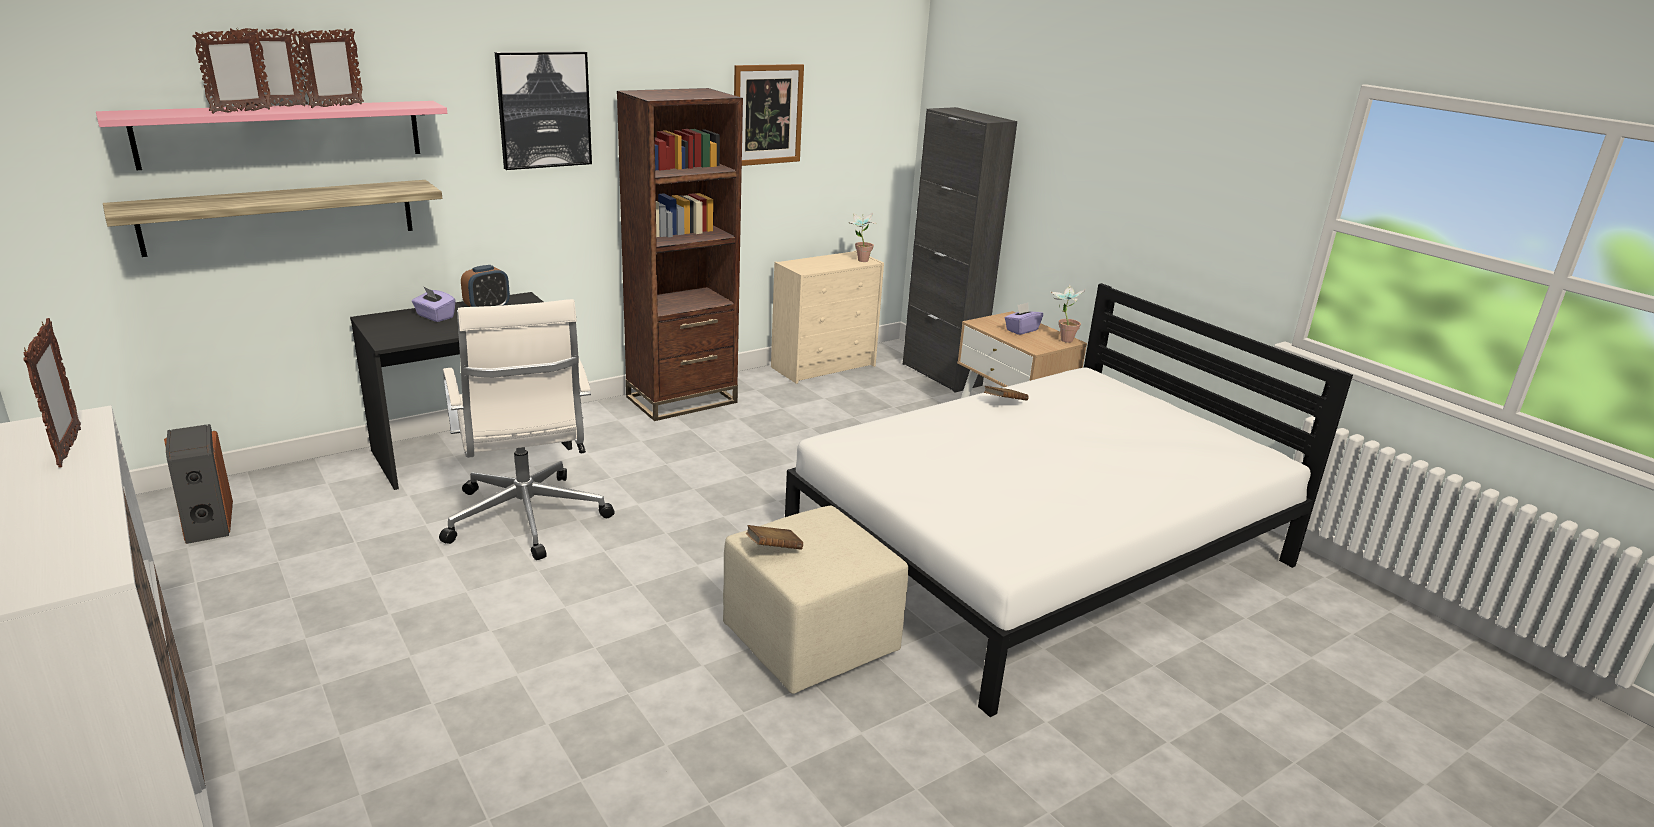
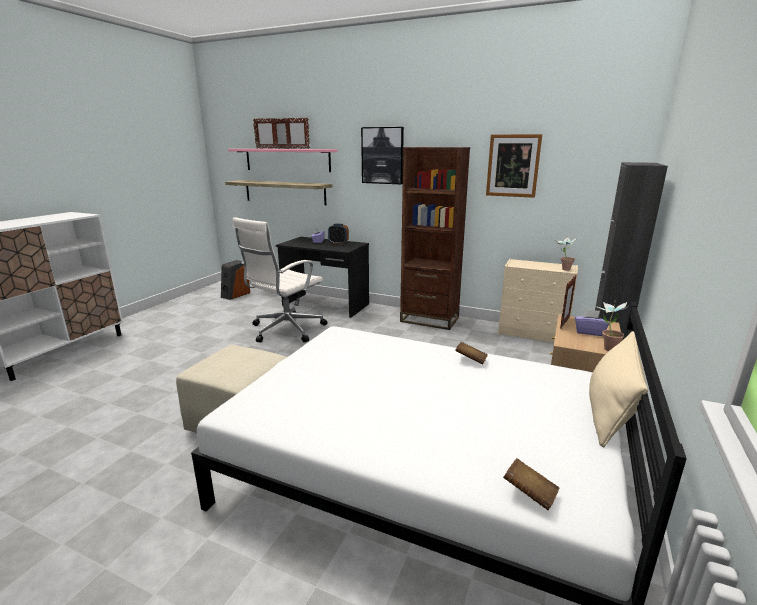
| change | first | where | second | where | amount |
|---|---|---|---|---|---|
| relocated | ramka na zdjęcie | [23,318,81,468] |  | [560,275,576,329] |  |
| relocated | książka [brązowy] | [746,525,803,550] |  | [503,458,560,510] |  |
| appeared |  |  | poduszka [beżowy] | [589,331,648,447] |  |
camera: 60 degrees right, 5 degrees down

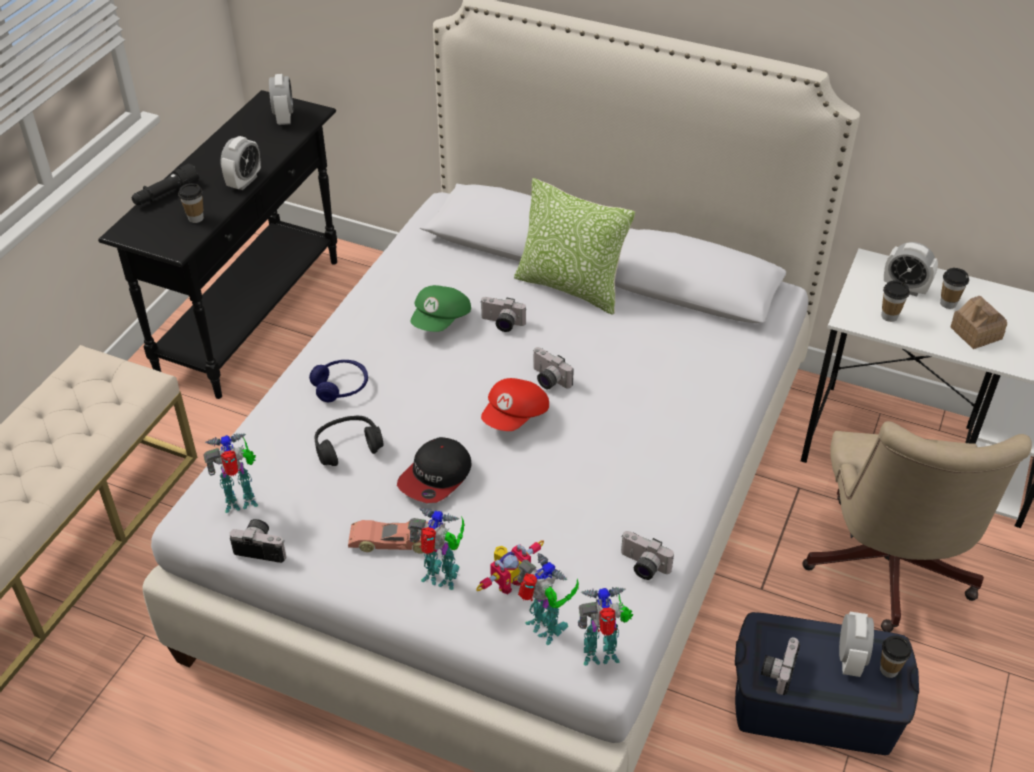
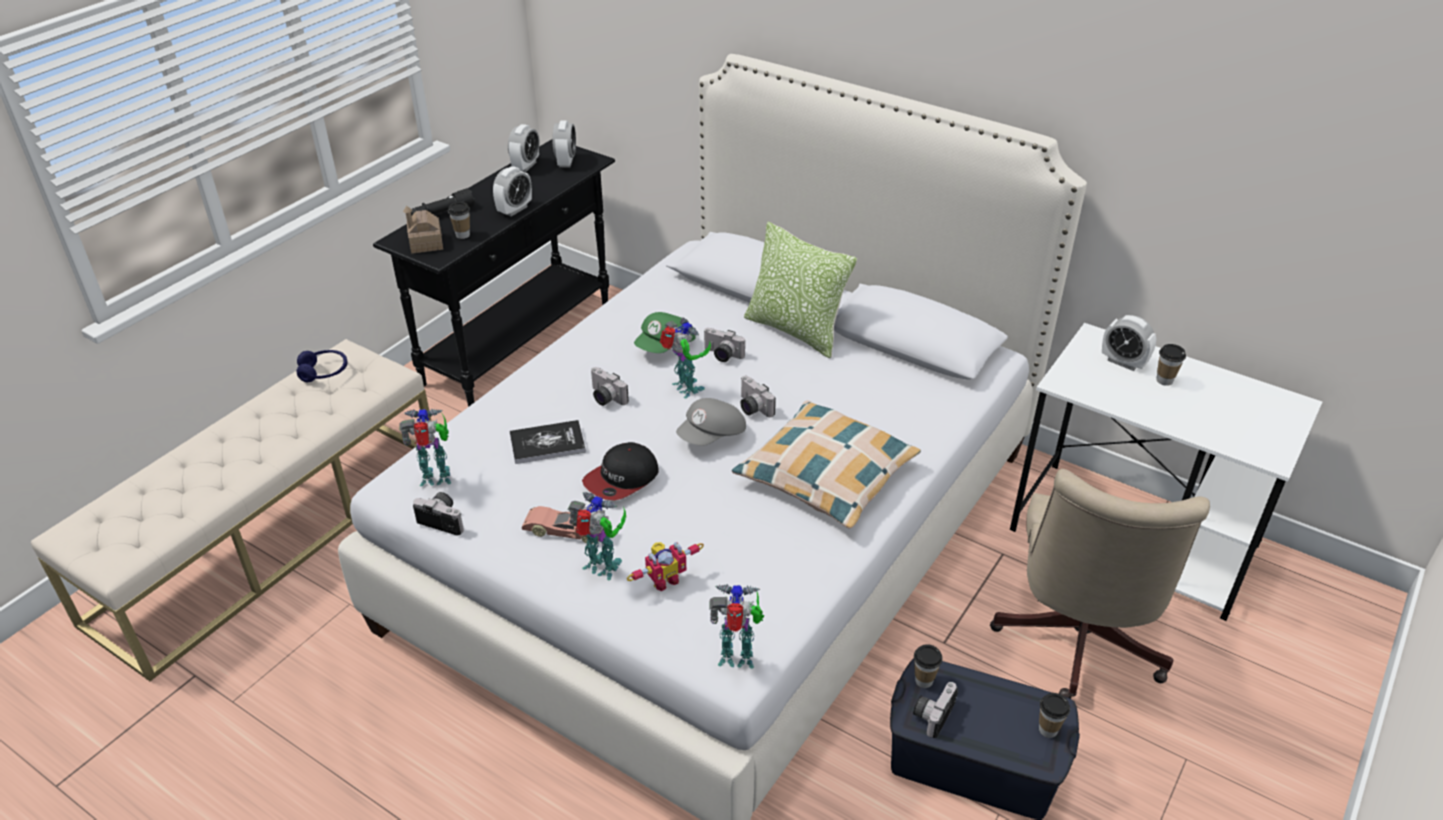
| change | first | where | second | where | amount |
|---|---|---|---|---|---|
| relocated | filiżanka | [881,280,910,322] |  | [914,644,943,688] |  |
| relocated | domek | [950,296,1007,349] |  | [403,206,443,254] |  |
| relocated | słuchawki [niebieski] | [309,360,368,402] |  | [297,350,348,382] |  |
| colour | czapka z daszkiem [czerwony] | [481,378,549,431] | czapka z daszkiem [szary] | [676,398,746,446] |  |
| exchanged | słuchawki [czarny] | [315,416,384,466] | książka | [510,420,586,464] |  |
| relocated | aparat fotograficzny | [621,531,674,580] |  | [590,367,629,406] |  |
| relocated | robot zabawkowy | [517,553,579,645] |  | [660,317,711,398] |  |
| relocated | budzik | [839,612,874,677] |  | [508,124,540,172] |  |
| appeared |  |  | poduszka | [732,400,921,529] |  |
camera: 10 degrees right, 5 degrees down

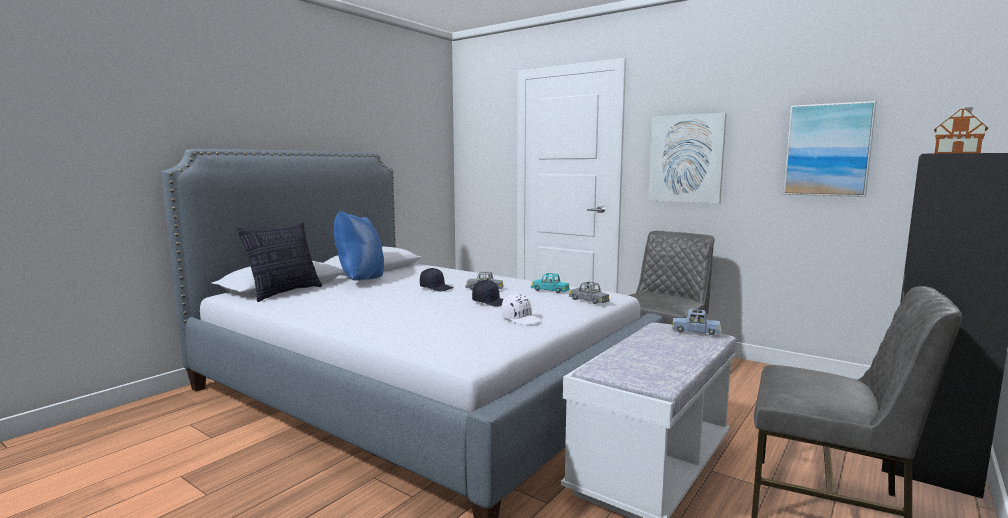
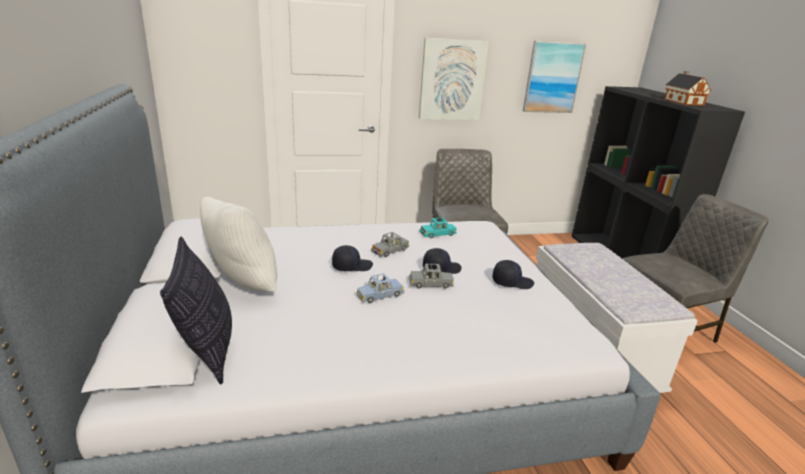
| change | first | where | second | where | amount |
|---|---|---|---|---|---|
| colour | poduszka [niebieski] | [334,211,384,281] | poduszka [biały] | [200,197,277,292] |  |
| relocated | samochodzik [szary] | [569,281,610,304] |  | [409,264,454,289] |  |
| colour | czapka z daszkiem [biały] | [501,294,542,325] | czapka z daszkiem [czarny] | [492,260,534,289] |  |
| relocated | samochodzik [niebieski] | [672,309,721,335] |  | [356,273,405,303] |  |
camera: 50 degrees left, 15 degrees up

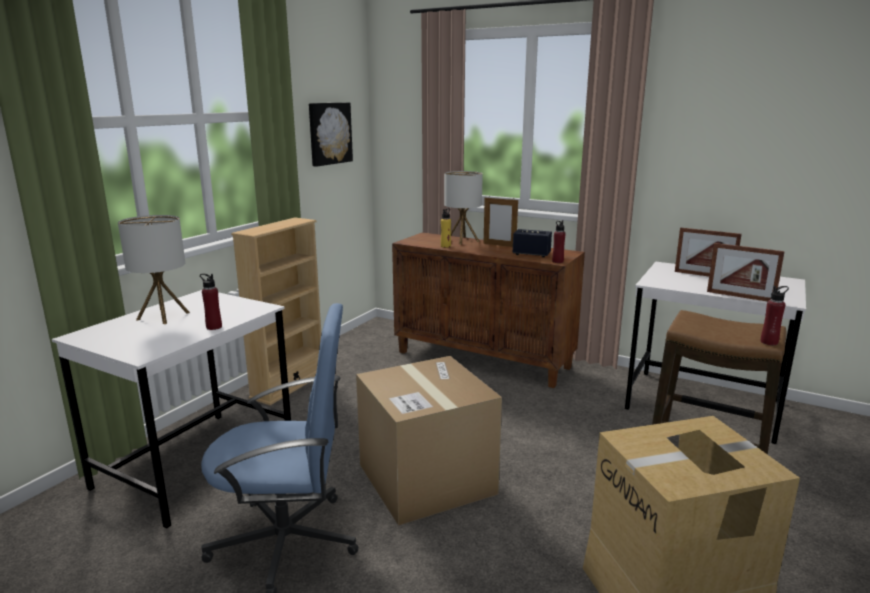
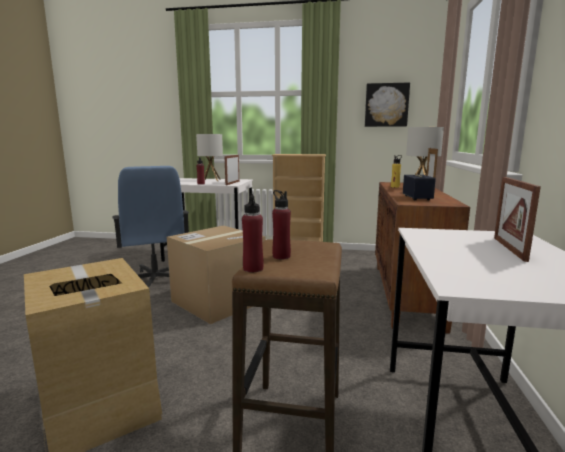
| change | first | where | second | where | amount |
|---|---|---|---|---|---|
| relocated | butelka [czerwony] | [552,220,566,263] |  | [272,190,291,259] |  |
| relocated | ramka na zdjęcie | [707,243,785,302] |  | [224,155,239,185] |  |
camera: 70 degrees right, 5 degrees down

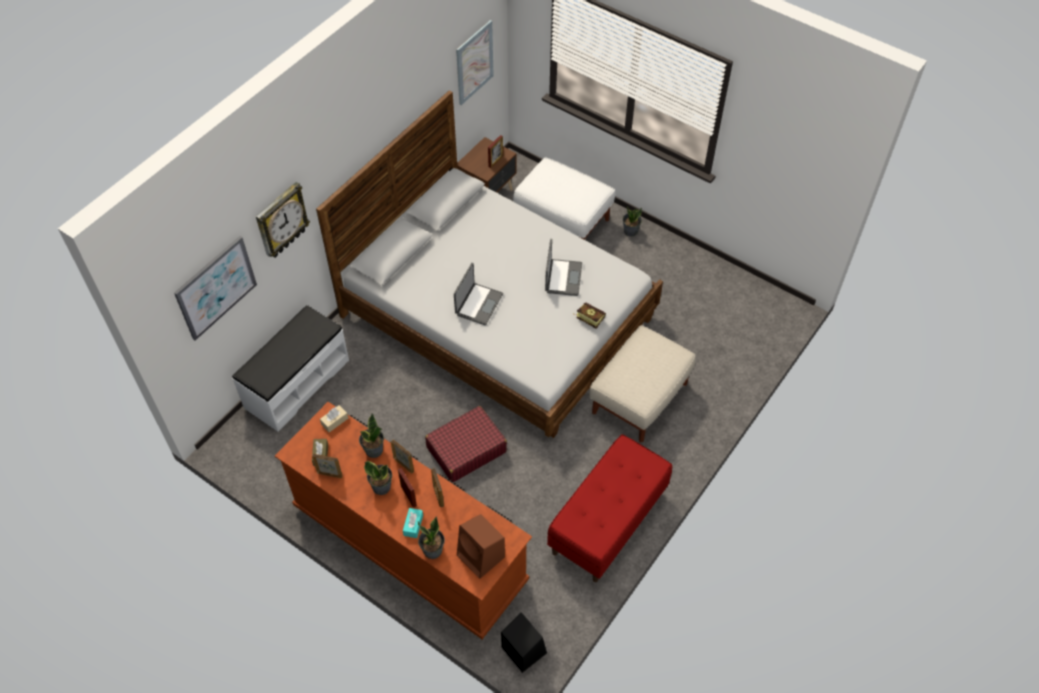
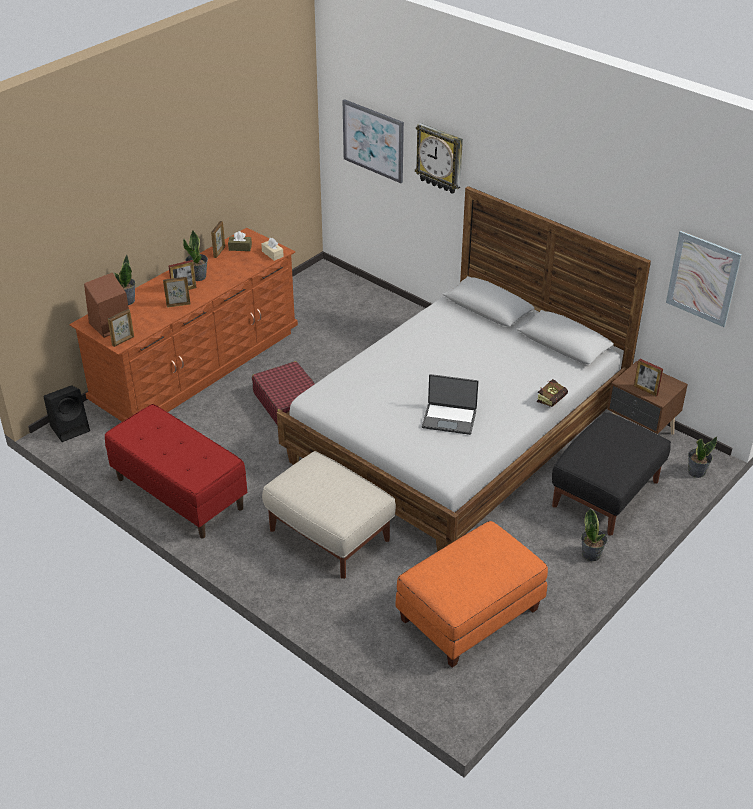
| change | first | where | second | where | amount |
|---|---|---|---|---|---|
| colour | pufa [biały] | [513,157,615,240] | pufa [czarny] | [552,413,671,536] |  |
| missing | laptop | [454,263,503,325] |  |  |  |
| relocated | książka | [573,303,606,329] |  | [537,379,568,407] |  |
| missing | ławka [biały] | [232,305,349,432] |  |  |  |
| relocated | roślina doniczkowa | [359,413,384,458] |  | [688,437,717,478] |  |
| relocated | ramka na zdjęcie | [391,440,414,474] |  | [108,309,134,347] |  |
| missing | pudełko chusteczek [turkusowy] | [403,508,423,538] |  |  |  |
| appeared |  |  | pufa [pomarańczowy] | [396,521,548,668] |  |
camera: 95 degrees right, 15 degrees down

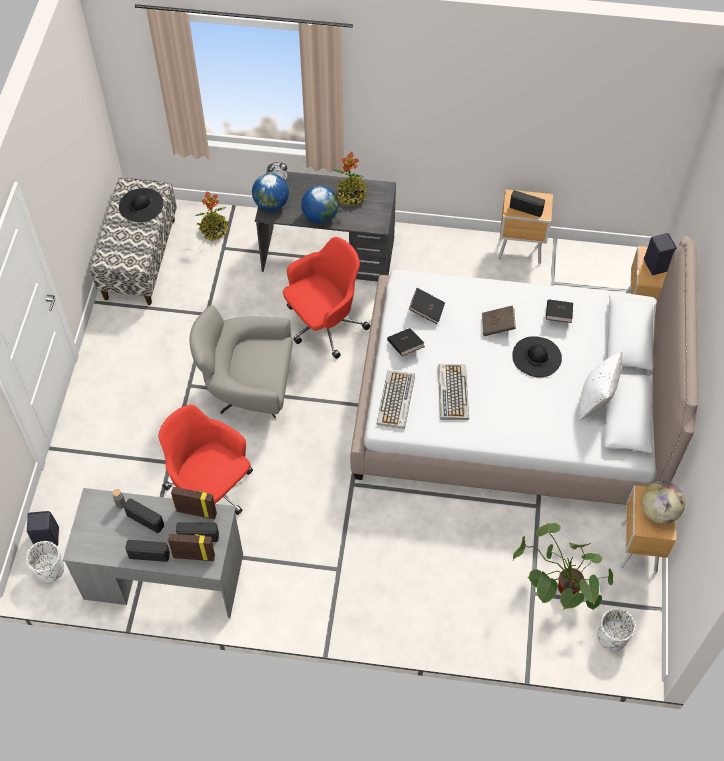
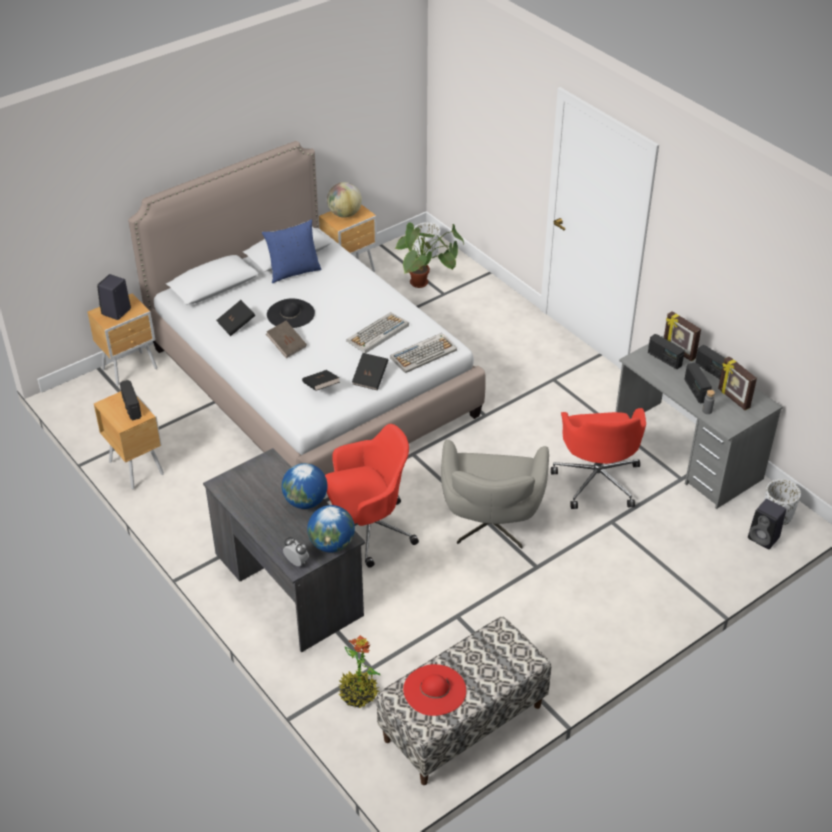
| change | first | where | second | where | amount |
|---|---|---|---|---|---|
| missing | roślina doniczkowa | [333,152,367,206] |  |  |  |
| colour | kapelusz [czarny] | [119,188,163,222] | kapelusz [czerwony] | [403,664,466,716] |  |
| spun | krzesło biurowe [czerwony] | [283,237,370,359] |  | [325,424,419,568] | 150 degrees clockwise |
| spun | fotel [szary] | [189,305,293,419] |  | [441,440,549,549] | 45 degrees clockwise |
| colour | poduszka [biały] | [579,351,622,421] | poduszka [niebieski] | [262,219,322,283] |  |
| relocated | ramka na zdjęcie | [171,487,217,519] |  | [718,356,757,410] |  |
camera: 135 degrees left, 15 degrees down

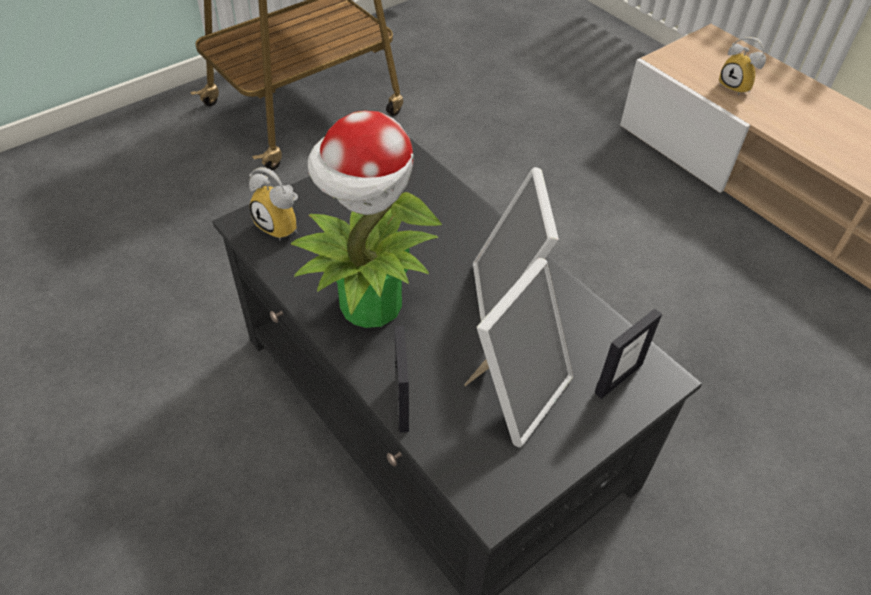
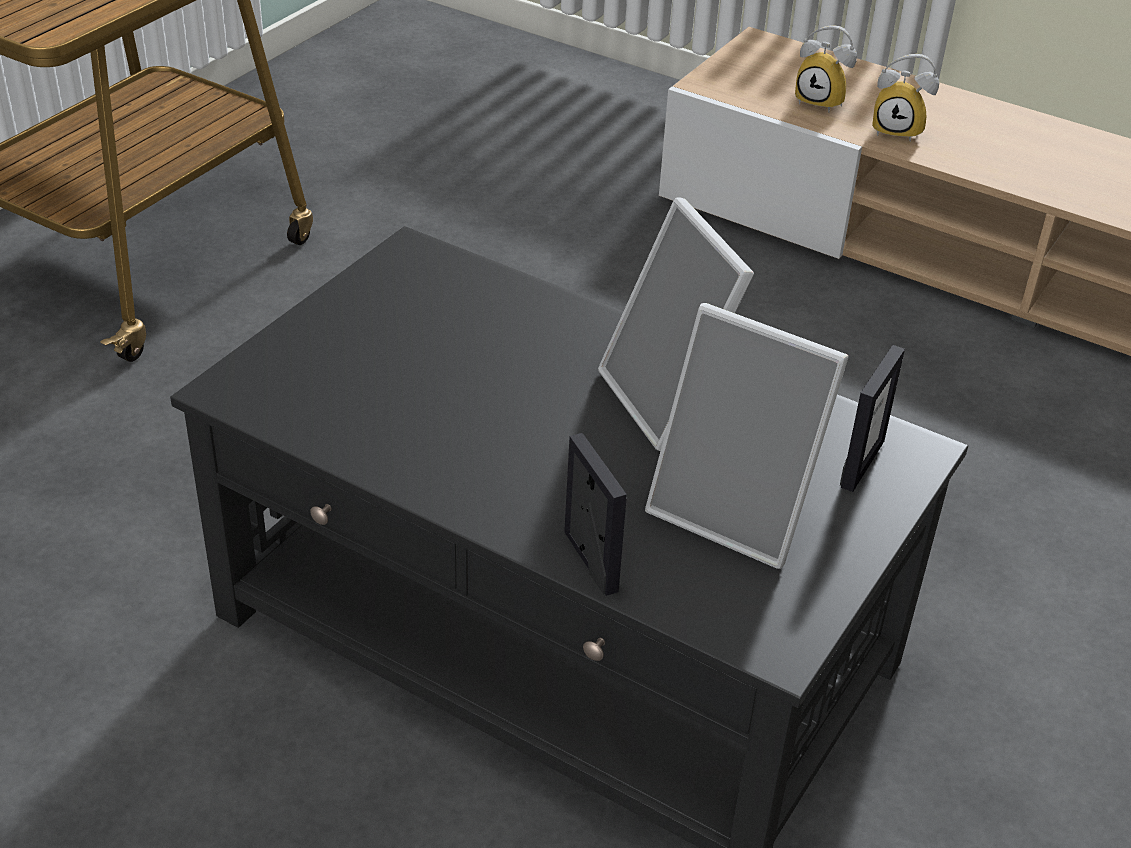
| change | first | where | second | where | amount |
|---|---|---|---|---|---|
| missing | roślina doniczkowa | [291,110,442,328] |  |  |  |
| relocated | budzik | [249,167,298,241] |  | [872,54,939,142] |  |
| spun | ramka na zdjęcie | [464,258,573,447] |  | [645,303,849,569] | 105 degrees clockwise |
camera: 20 degrees left, 10 degrees down

